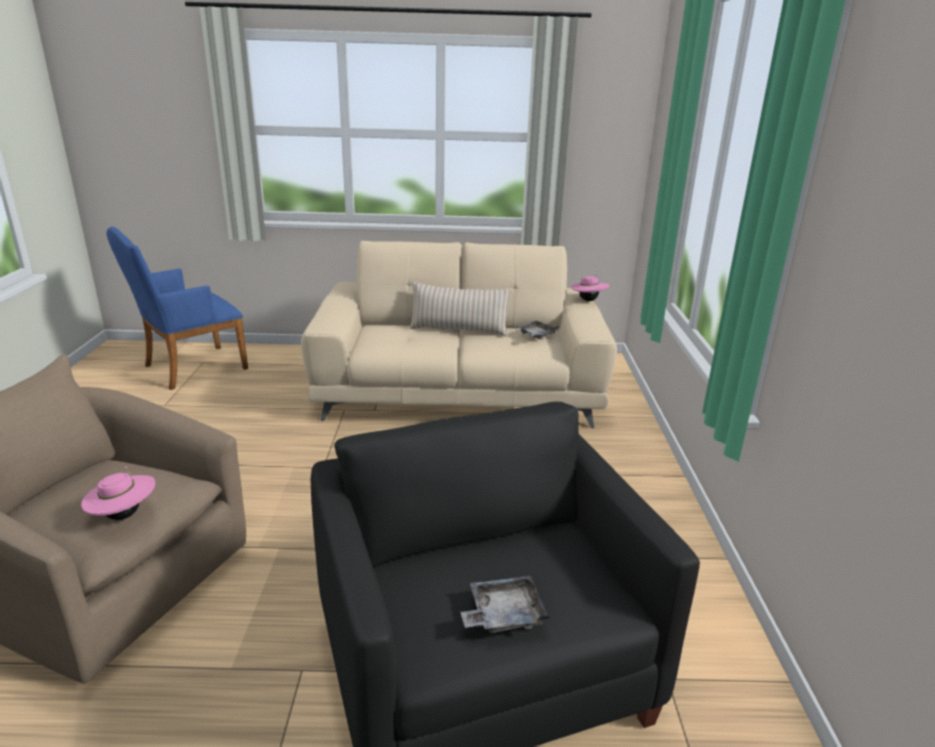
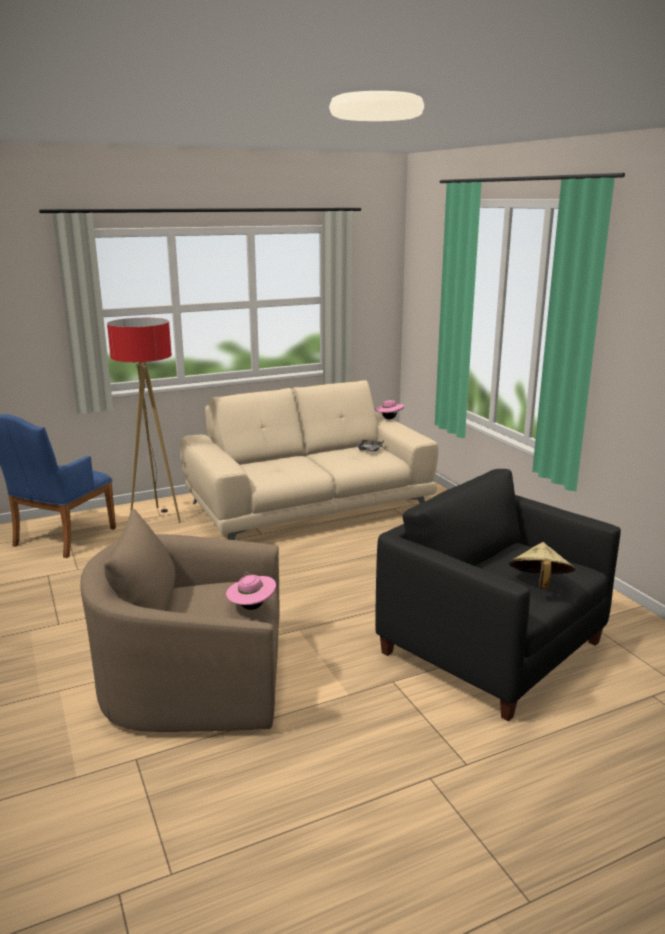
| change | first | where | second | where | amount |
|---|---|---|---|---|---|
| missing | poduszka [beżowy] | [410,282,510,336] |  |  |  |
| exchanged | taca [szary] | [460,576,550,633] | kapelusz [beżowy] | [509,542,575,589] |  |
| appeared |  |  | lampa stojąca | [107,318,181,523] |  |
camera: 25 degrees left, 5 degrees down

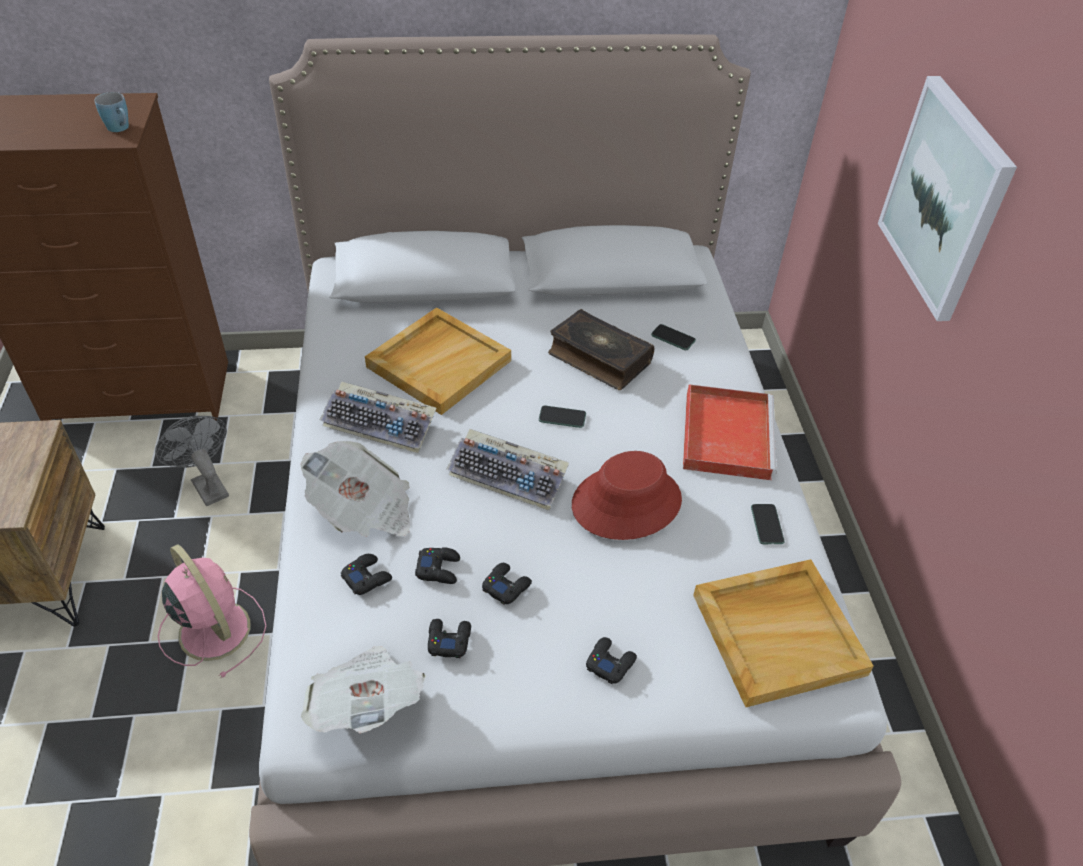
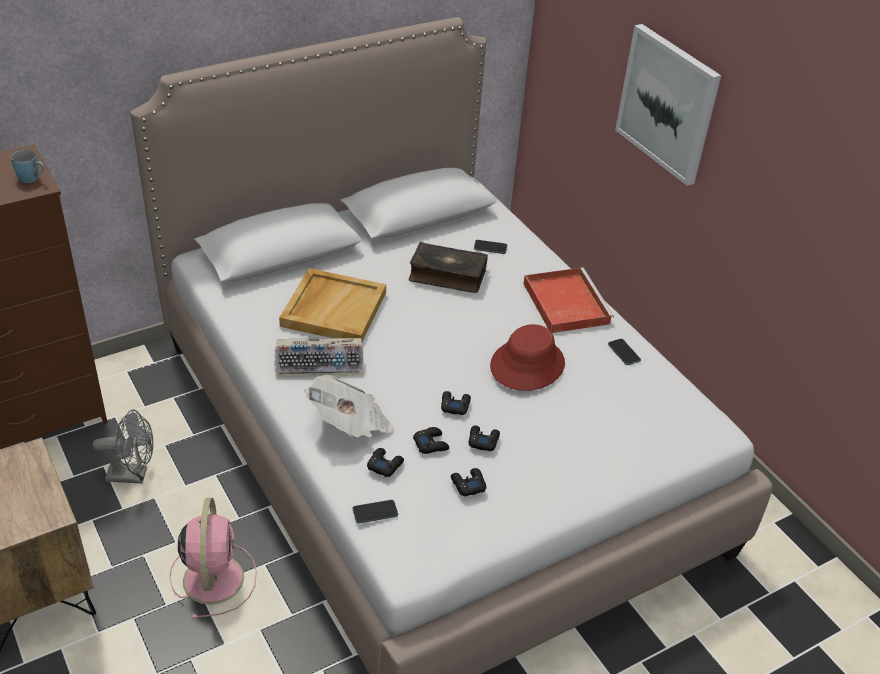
| change | first | where | second | where | amount |
|---|---|---|---|---|---|
| relocated | telefon | [539,405,586,428] |  | [353,500,398,523] |  |
| spun | wentylator [szary] | [155,416,229,506] |  | [93,409,154,484] | 150 degrees clockwise |
| missing | klawiatura | [447,429,569,511] |  |  |  |
| spun | wentylator [różowy] | [158,544,266,678] |  | [169,498,257,619] | 60 degrees clockwise |
| missing | taca [beżowy] | [693,559,874,707] |  |  |  |
| relocated | pad do gier [czarny] | [586,637,637,684] |  | [441,391,471,415] |  |
| missing | gazeta | [301,646,426,733] |  |  |  |
camera: 25 degrees left, 5 degrees down

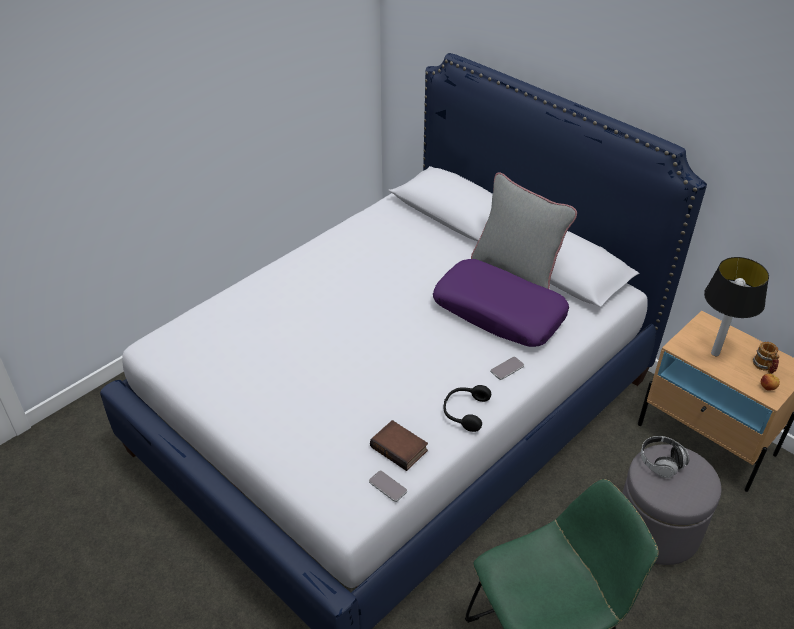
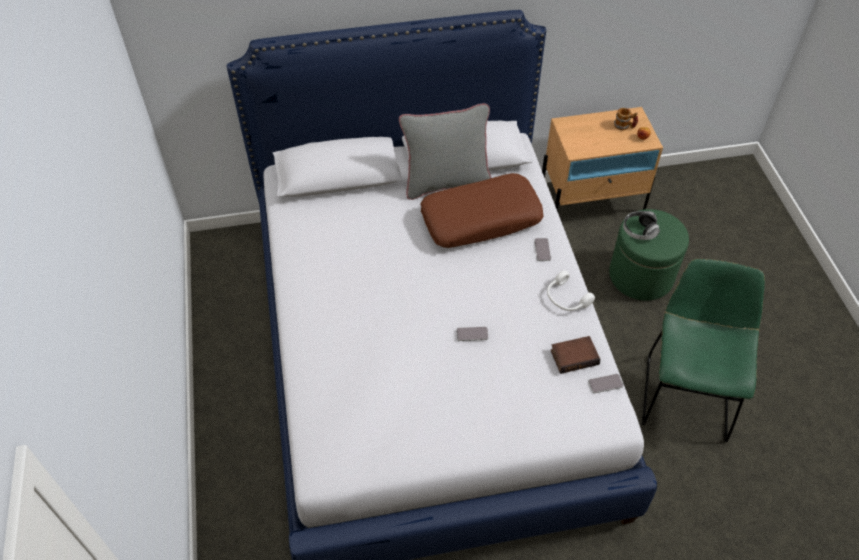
| change | first | where | second | where | amount |
|---|---|---|---|---|---|
| missing | lampa stołowa | [704,257,769,356] |  |  |  |
| colour | poduszka [fioletowy] | [433,259,569,347] | poduszka [brązowy] | [420,173,544,248] |  |
| colour | słuchawki [czarny] | [444,385,491,432] | słuchawki [biały] | [547,270,595,311] |  |
| colour | pufa [szary] | [622,444,721,565] | pufa [zielony] | [609,209,689,301] |  |
| appeared |  |  | telefon | [456,327,489,341] |  |
camera: 55 degrees left, 10 degrees up

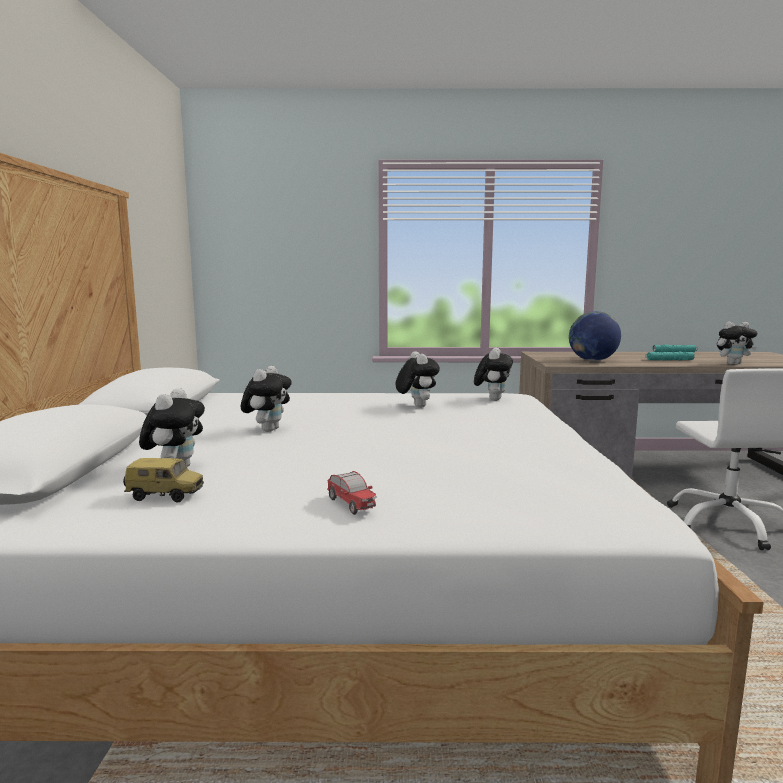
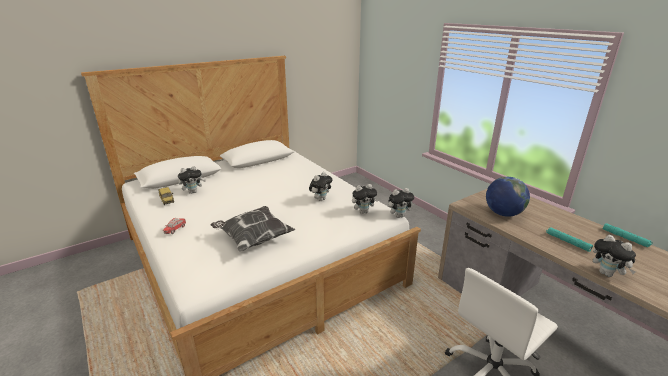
| change | first | where | second | where | amount |
|---|---|---|---|---|---|
| relocated | pluszak | [241,366,292,432] |  | [388,188,414,218] |  |
| appeared |  |  | poduszka | [211,206,296,251] |  |
camera: 55 degrees right, 15 degrees up

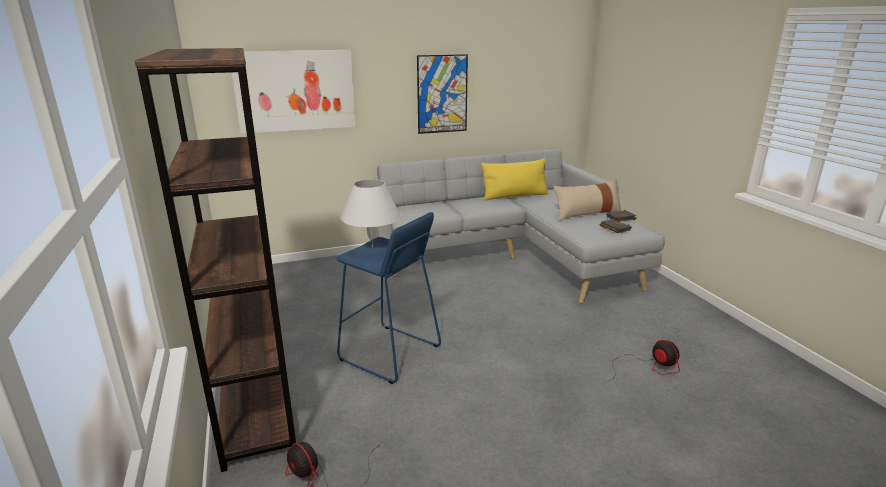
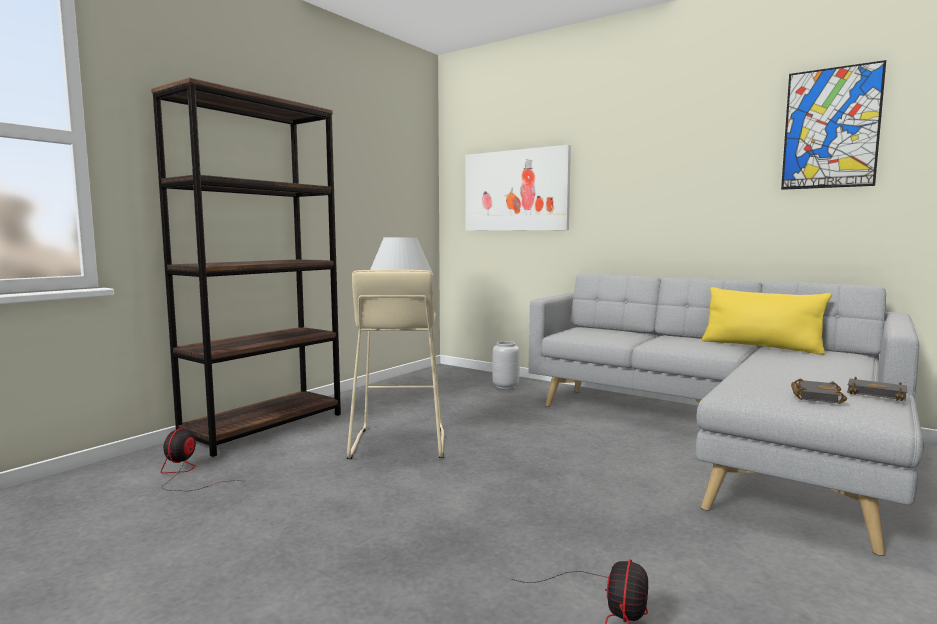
| change | first | where | second | where | amount |
|---|---|---|---|---|---|
| relocated | obraz | [417,54,468,134] |  | [781,60,886,190] |  |
| missing | poduszka [beżowy] | [553,179,622,220] |  |  |  |
| colour | stołek [niebieski] | [336,212,441,384] | stołek [beżowy] | [347,270,444,459] |  |
| appeared |  |  | wazon [szary] | [492,341,520,389] |  |
camera: 55 degrees right, 15 degrees down

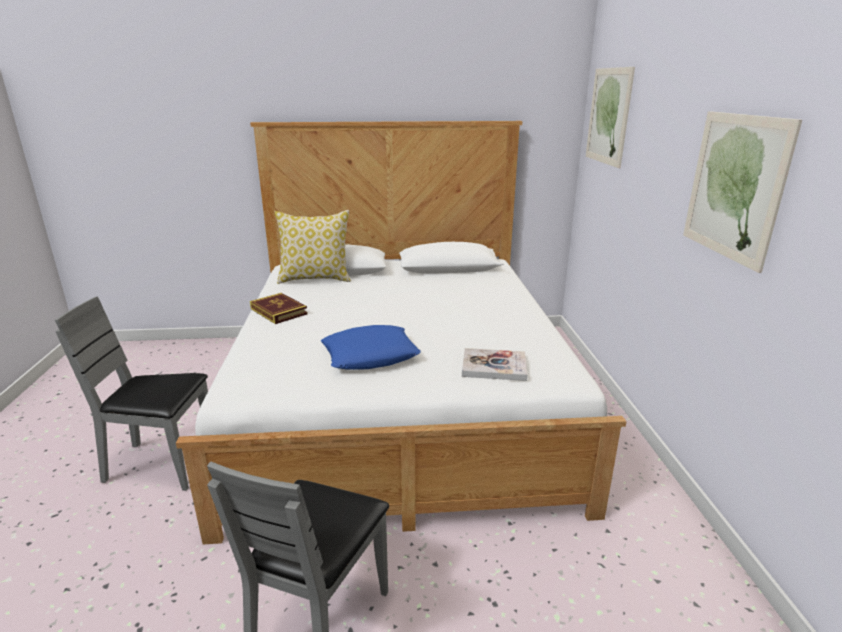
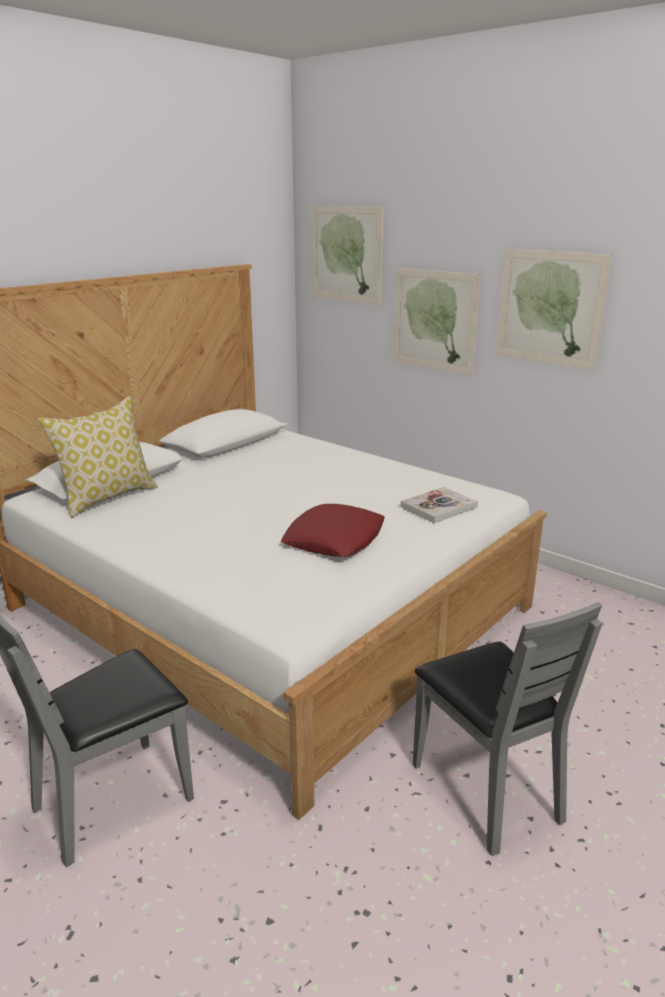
| change | first | where | second | where | amount |
|---|---|---|---|---|---|
| missing | książka | [250,293,308,324] |  |  |  |
| colour | poduszka [niebieski] | [321,325,421,370] | poduszka [czerwony] | [281,504,385,557] |  |
| appeared |  |  | obraz | [393,268,481,375] |  |
camera: 45 degrees left, 0 degrees up

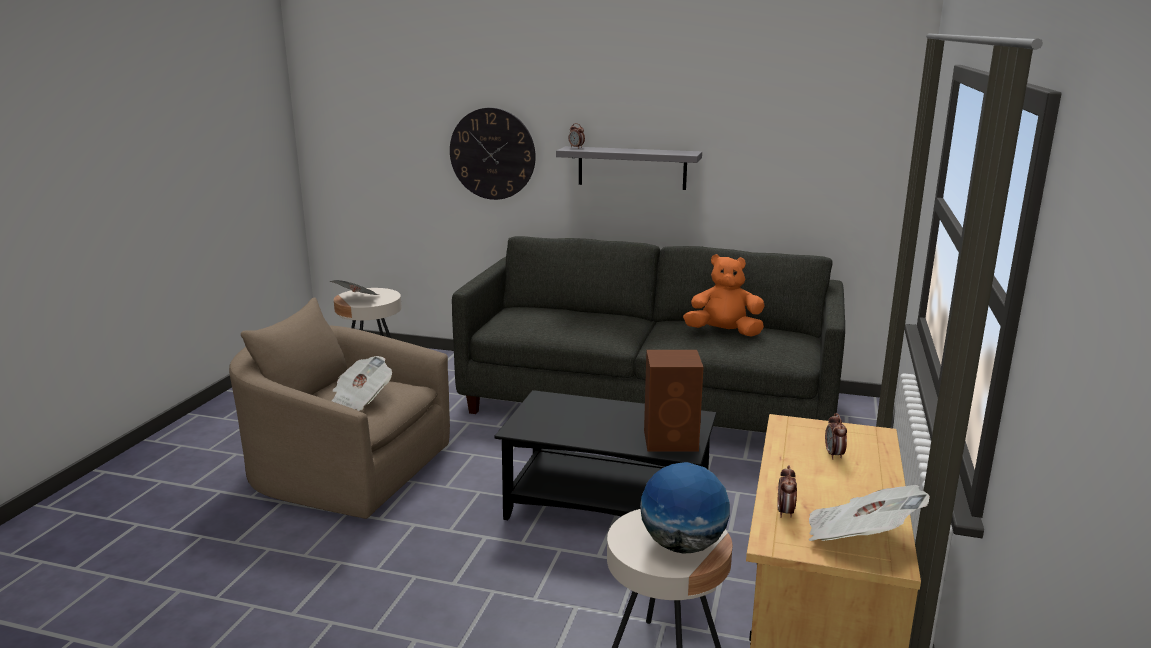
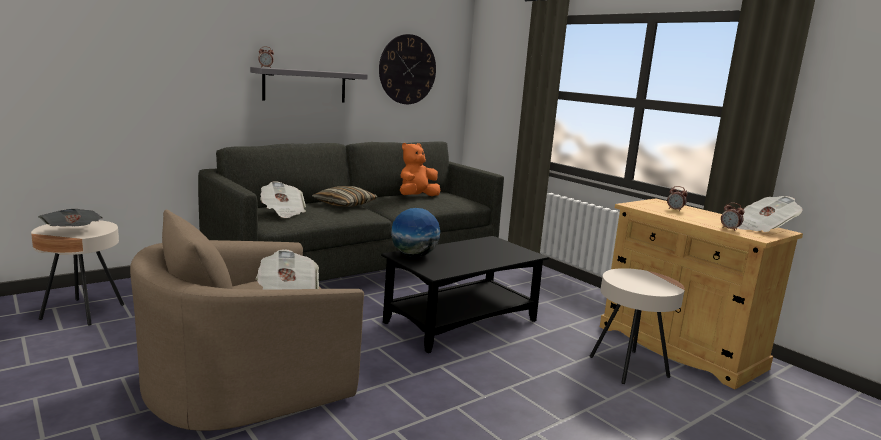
| change | first | where | second | where | amount |
|---|---|---|---|---|---|
| relocated | zegar ścienny | [450,108,536,200] |  | [379,34,436,104] |  |
| missing | głośnik [brązowy] | [644,350,703,452] |  |  |  |
| relocated | globus | [640,462,730,554] |  | [391,208,440,257] |  |
| appeared |  |  | gazeta | [260,181,306,218] |  |
| appeared |  |  | poduszka | [312,186,378,207] |  |
camera: 55 degrees left, 5 degrees down

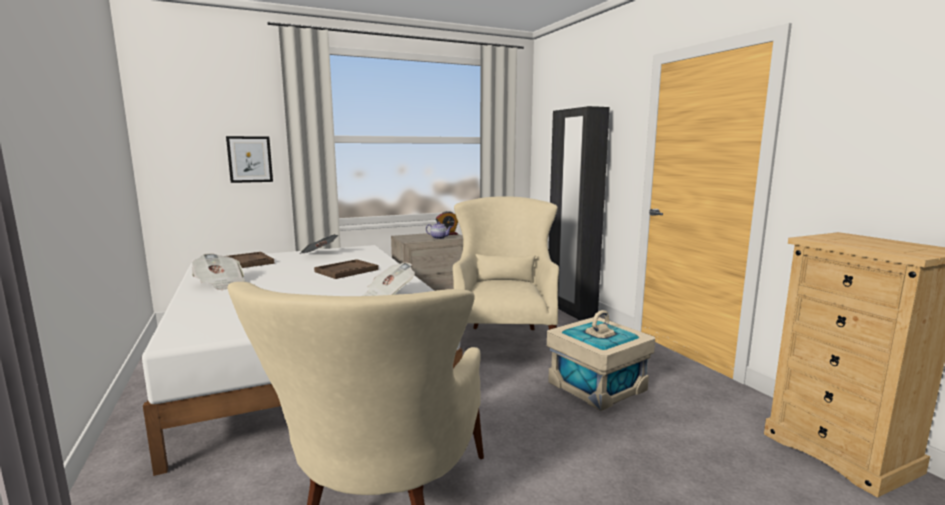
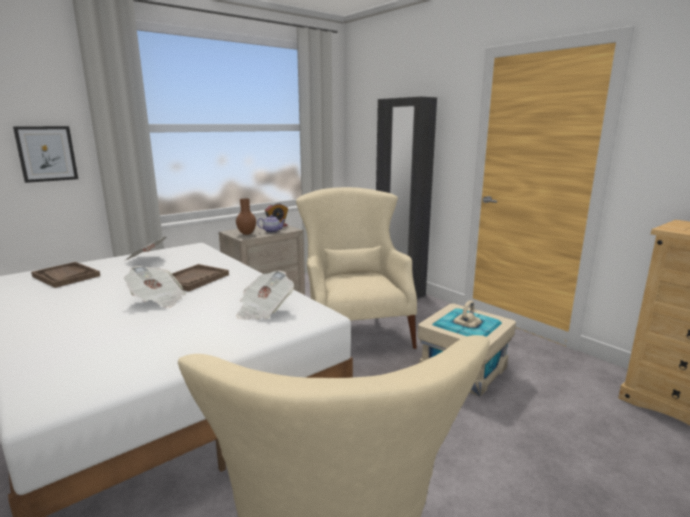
| change | first | where | second | where | amount |
|---|---|---|---|---|---|
| relocated | gazeta | [192,253,245,290] |  | [124,266,186,308] |  |
| appeared |  |  | wazon [brązowy] | [236,199,256,235] |  |
camera: 15 degrees left, 5 degrees up

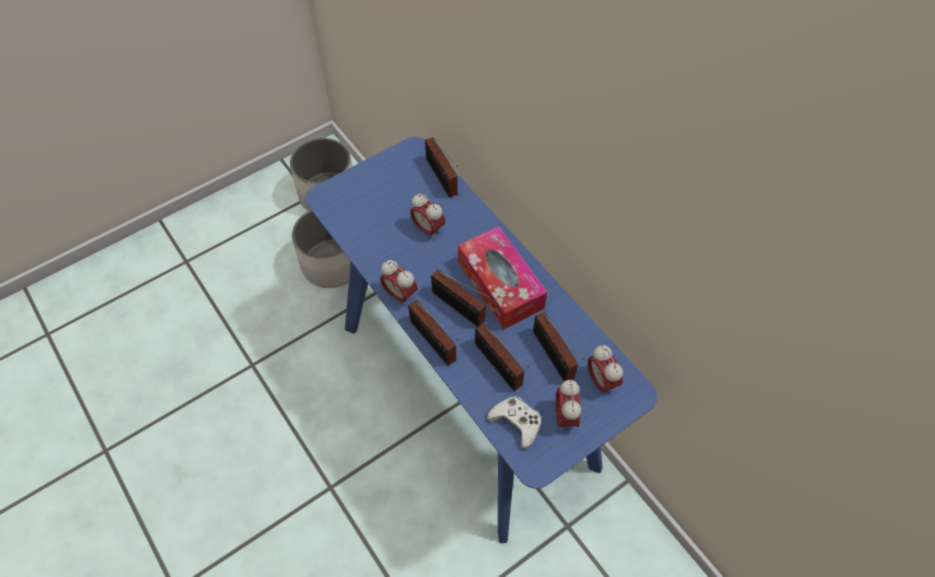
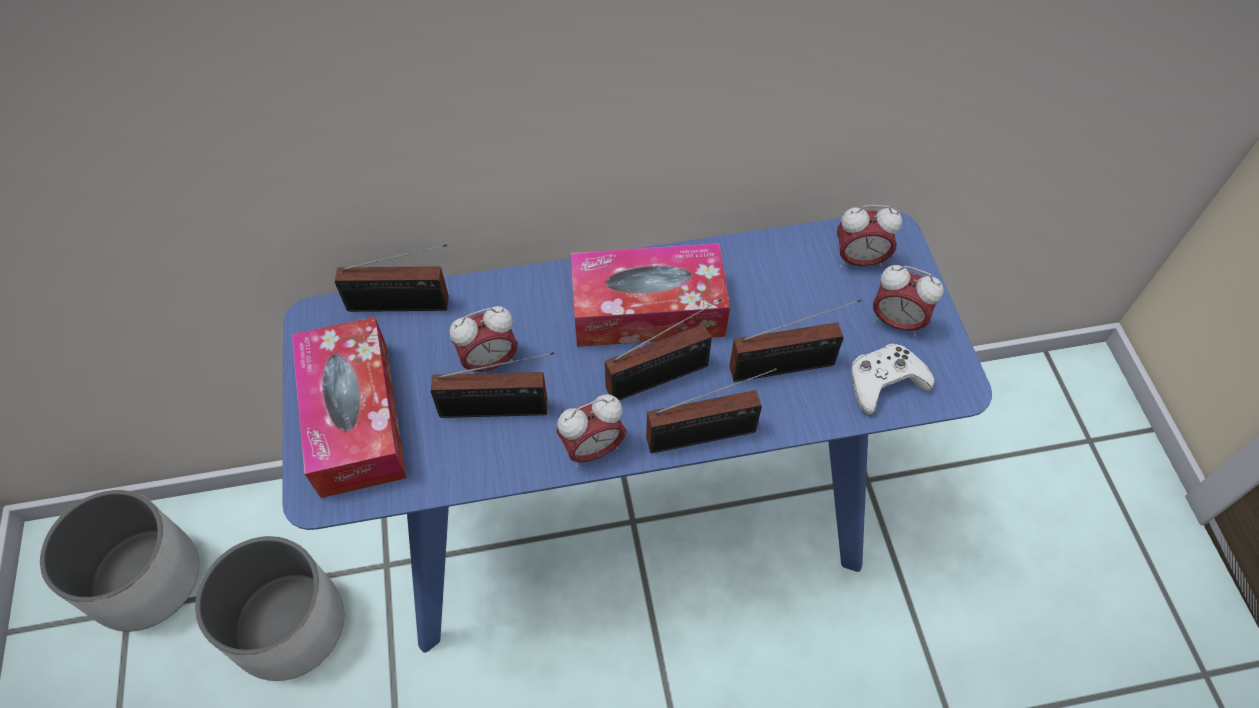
| change | first | where | second | where | amount |
|---|---|---|---|---|---|
| relocated | radio | [533,312,584,381] |  | [431,352,554,418] |  |
| appeared |  |  | pudełko chusteczek | [292,317,407,498] |  |
camera: 65 degrees left, 0 degrees up

